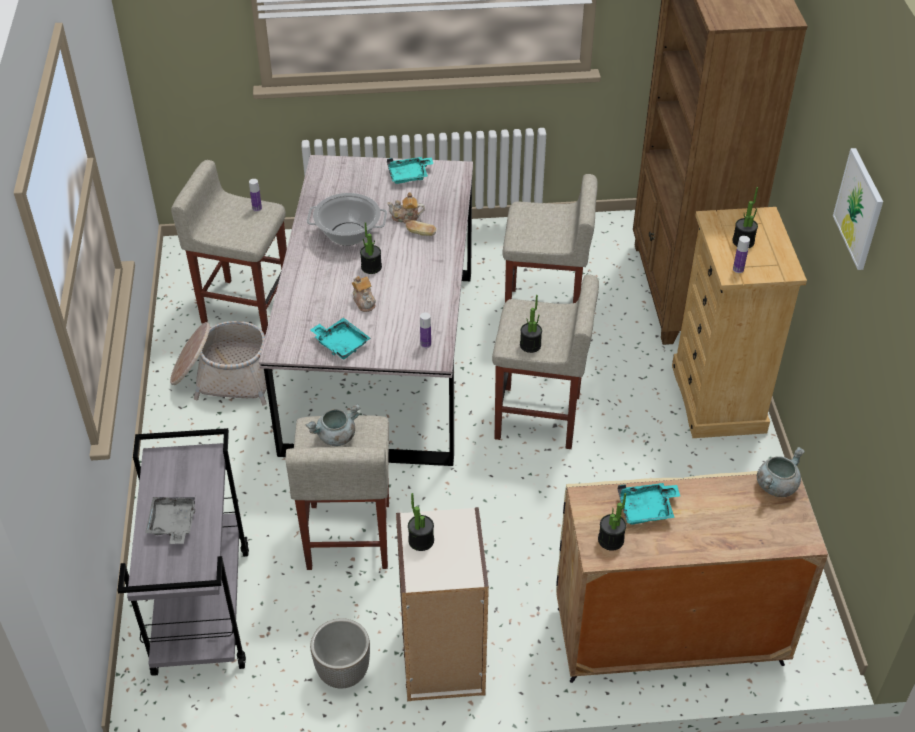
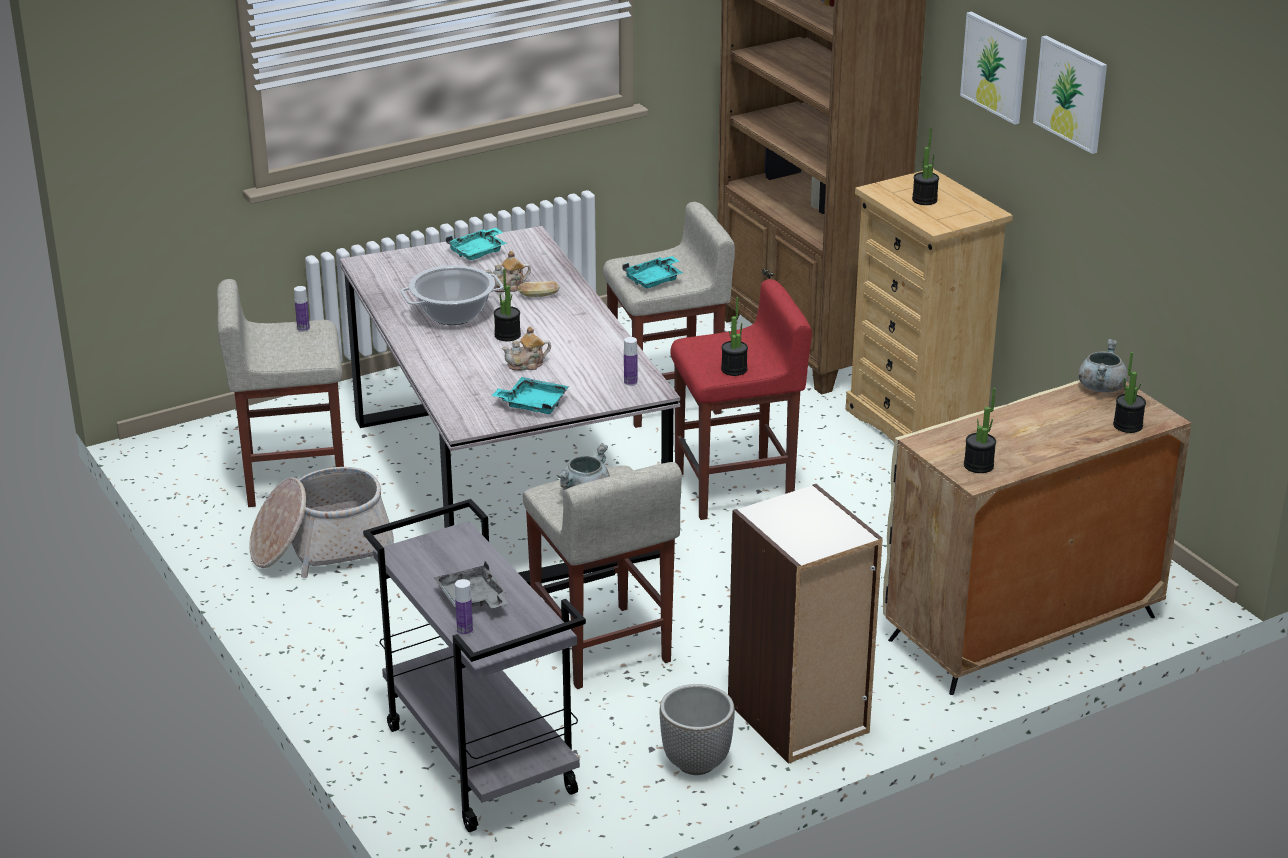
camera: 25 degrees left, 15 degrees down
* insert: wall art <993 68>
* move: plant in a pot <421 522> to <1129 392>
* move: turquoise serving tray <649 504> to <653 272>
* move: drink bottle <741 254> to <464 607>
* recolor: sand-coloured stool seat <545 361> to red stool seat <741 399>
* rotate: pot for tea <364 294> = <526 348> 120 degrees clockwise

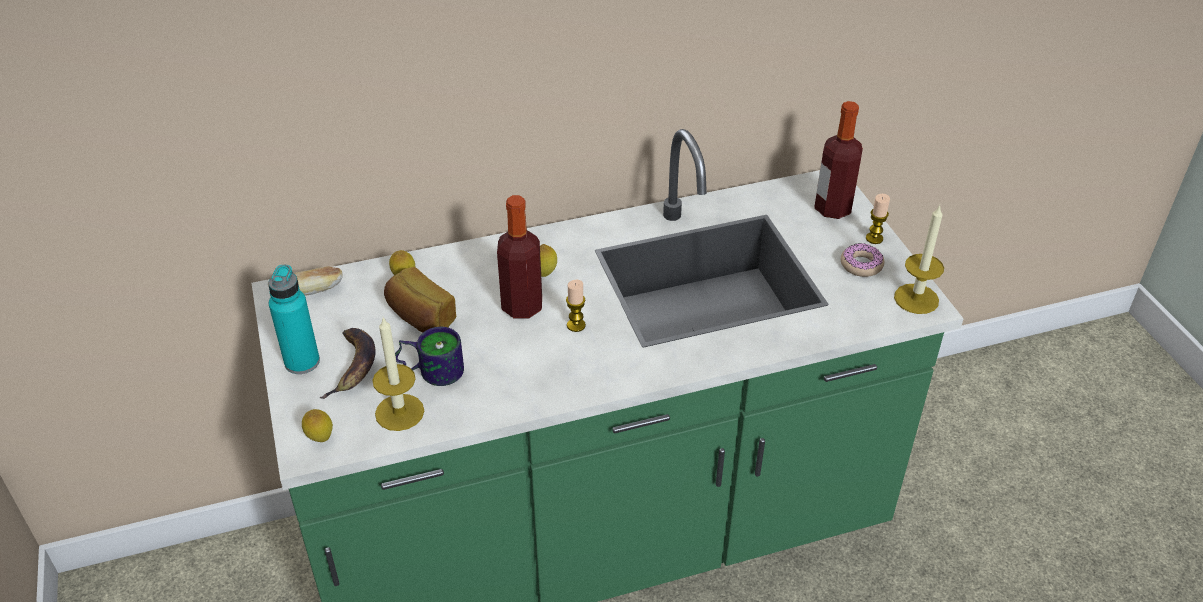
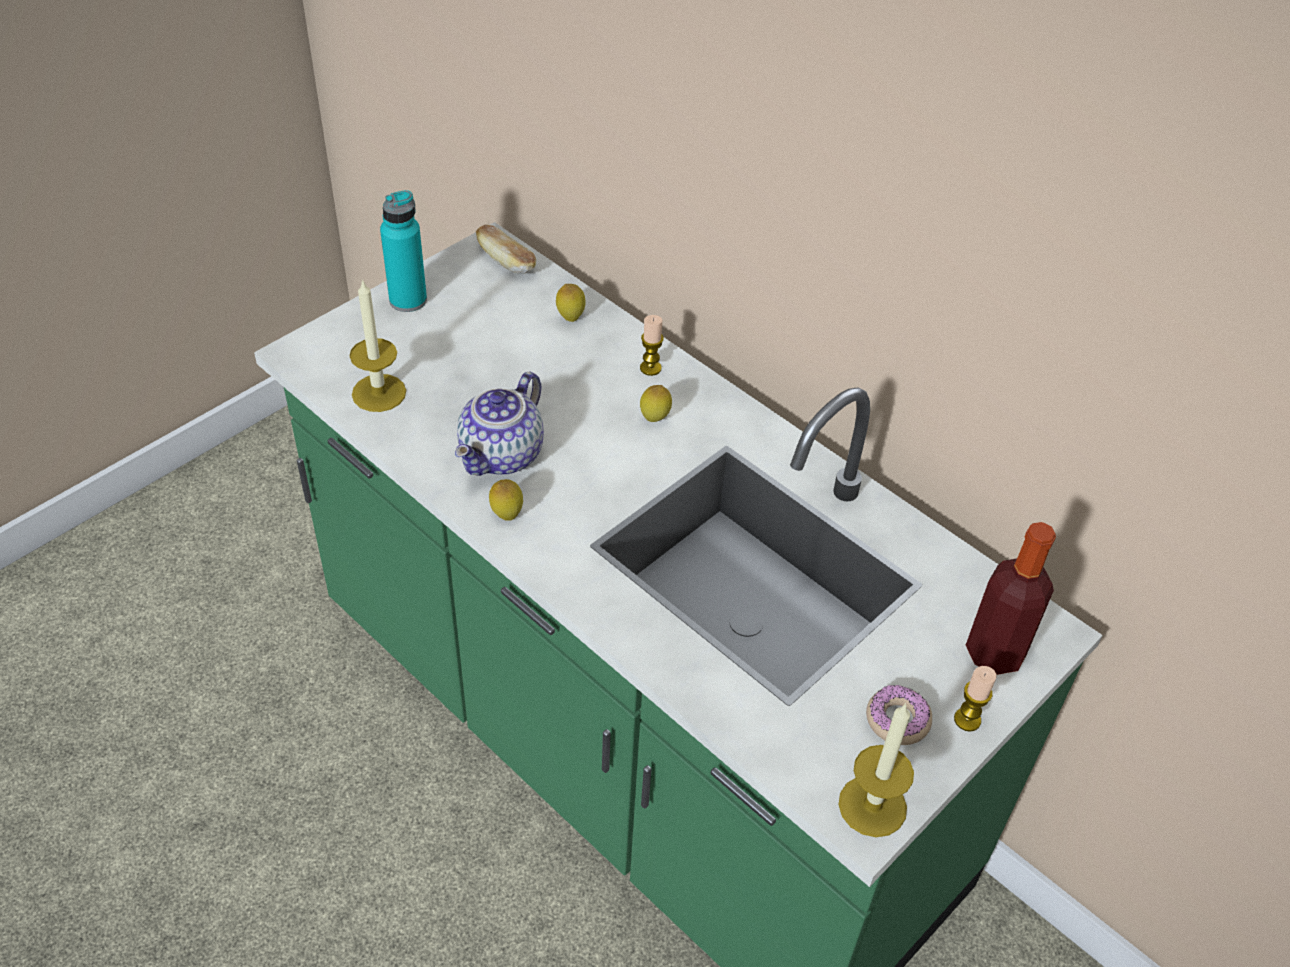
camera: 60 degrees right, 5 degrees up
* delete: whole banana <348 363>
* delete: bread <420 299>
* delete: mug <429 356>
* delete: drink bottle <519 256>
* insert: pot for tea <499 424>
* move: citrus fruit <317 425> to <506 500>
* move: wax light <576 306> to <652 345>

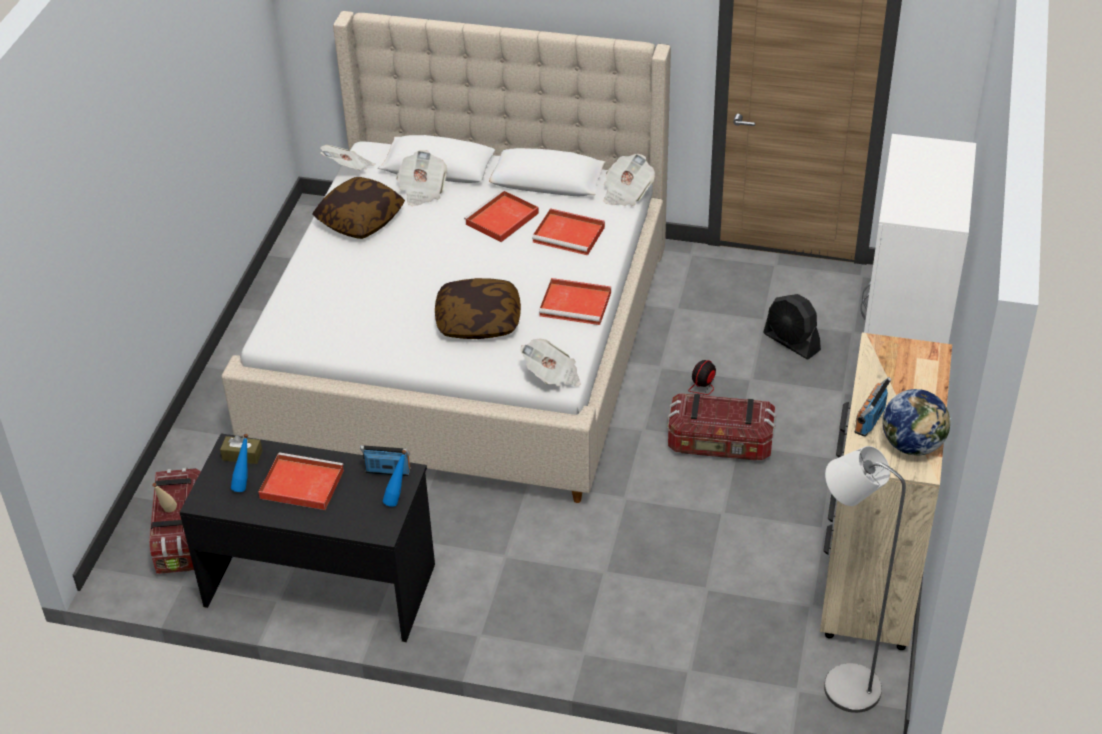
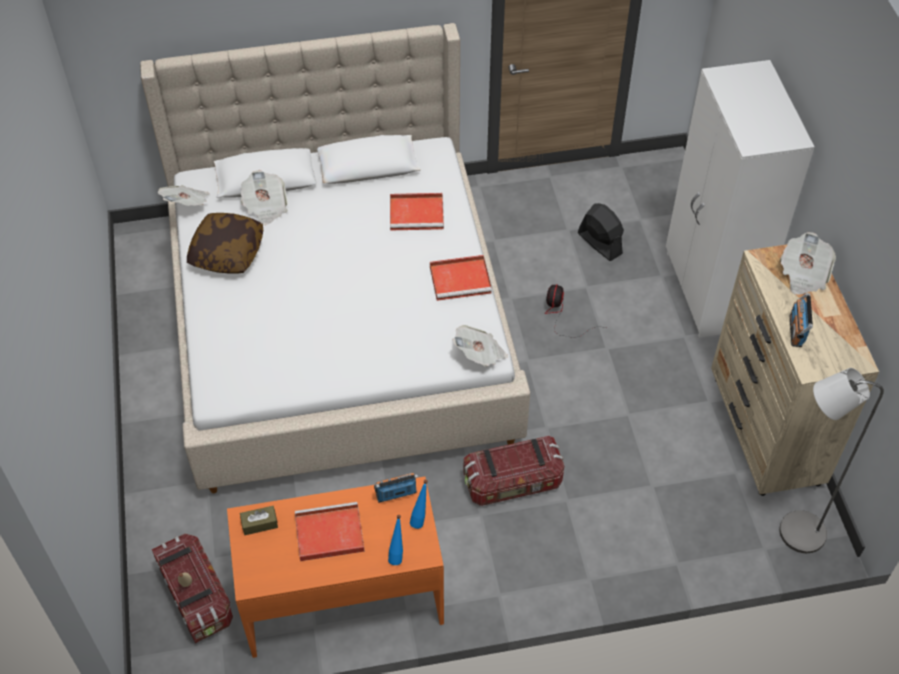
camera: 25 degrees left, 10 degrees up
* delete: pillow <478 308>
* delete: red serving tray <501 216>
* delete: world globe <916 422>
* move: bluish drink bottle <239 463> to <395 540>
* move: newspaper <629 180> to <808 263>
* move: storage box <721 427> to <513 471>
* recolor: blackish desk <307 537> to orange desk <335 567>
* rotate: blackish electric fan <792 326> = <601 232> 150 degrees counterclockwise

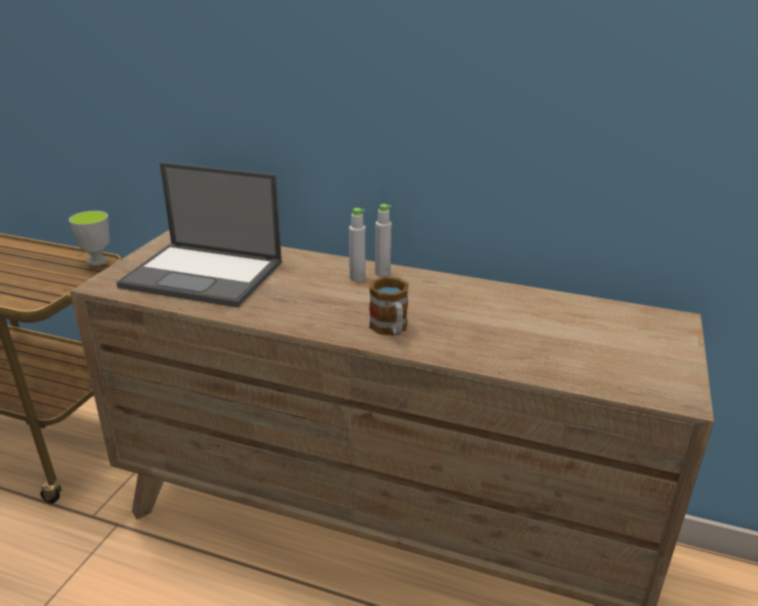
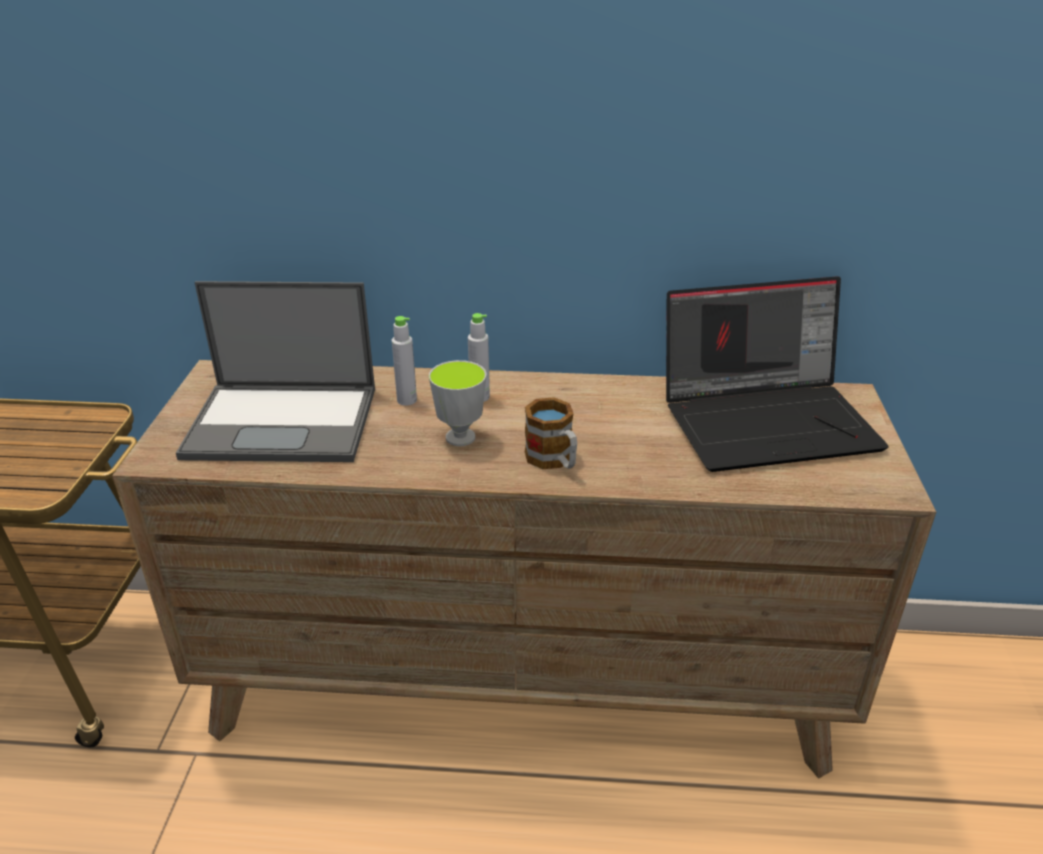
camera: 15 degrees left, 5 degrees up
* insert: notebook computer <777 374>
* move: small cup <89 238> to <458 403>
* move: greyish drink bottle <383 240> to <404 361>

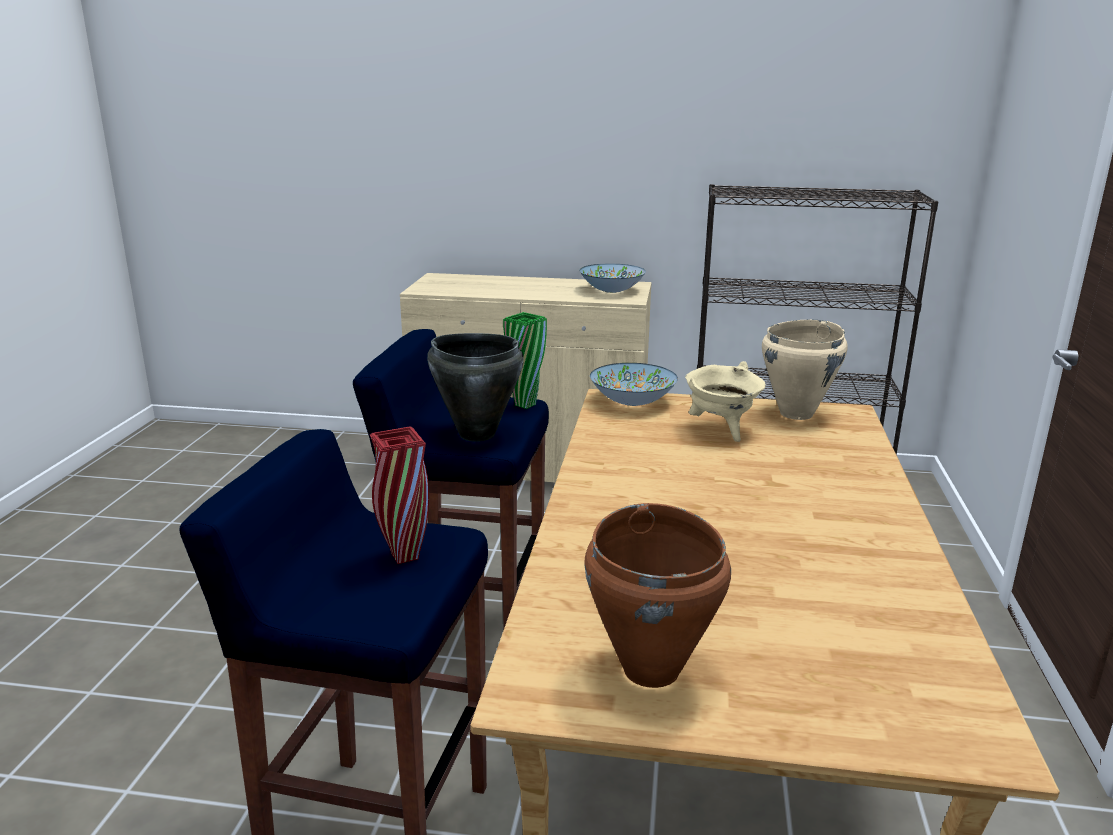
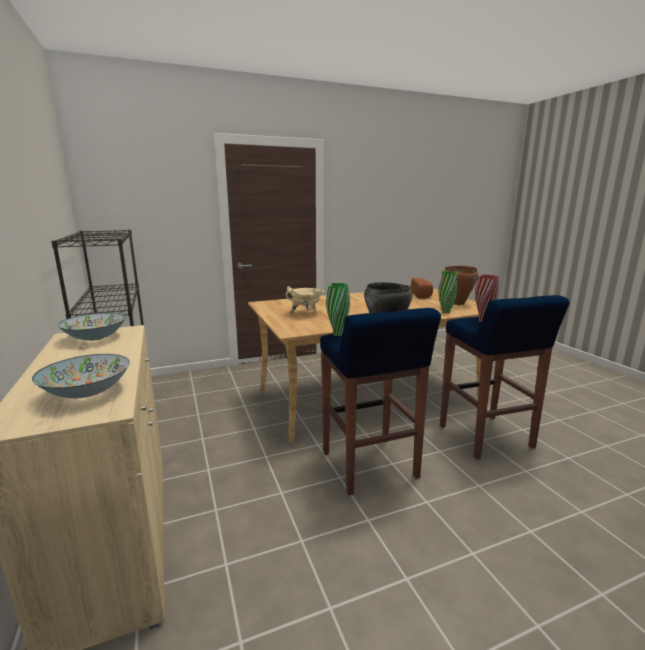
camera: 120 degrees left, 5 degrees down
* delete: sand-coloured stockpot <804 370>
* insert: bread <422 288>
* insert: green flower vase <448 292>
* move: serving bowl <634 384> to <81 376>

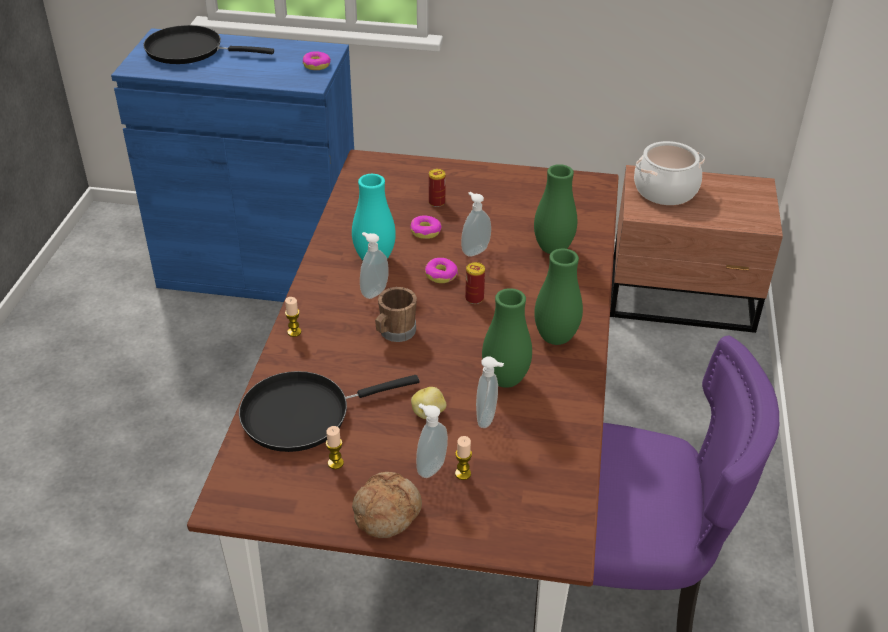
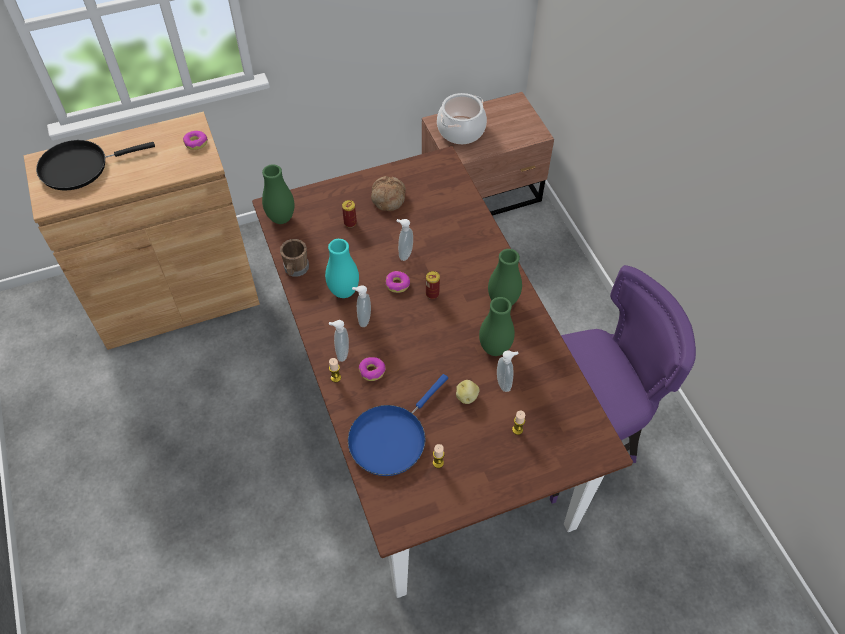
camera: 30 degrees left, 15 degrees up
* move: bread <387 505> to <388 193>
* move: brown-coloured mug <396 314> to <294 258>
* move: doughnut <426 227> to <372 369>
* move: liquid soap bottle <432 440> to <339 341>
* move: green flower vase <555 209> to <278 194>
* recolor: bluish cupboard <232 165> to brown-coloured cupboard <142 231>
* recolor: blackish skillet <329 411> to bluish skillet <398 425>

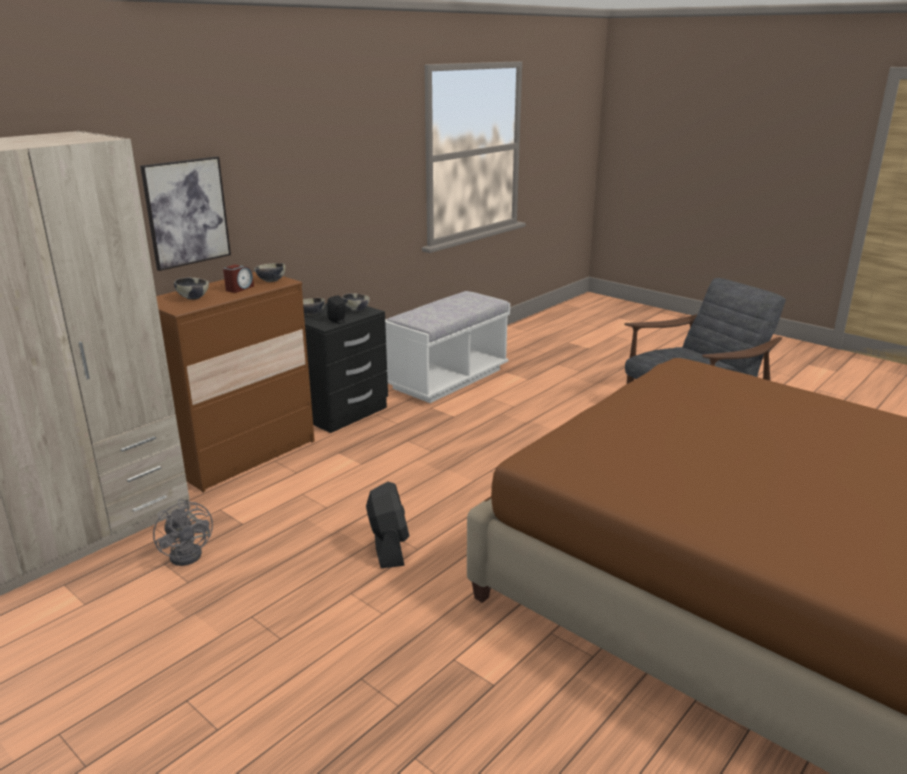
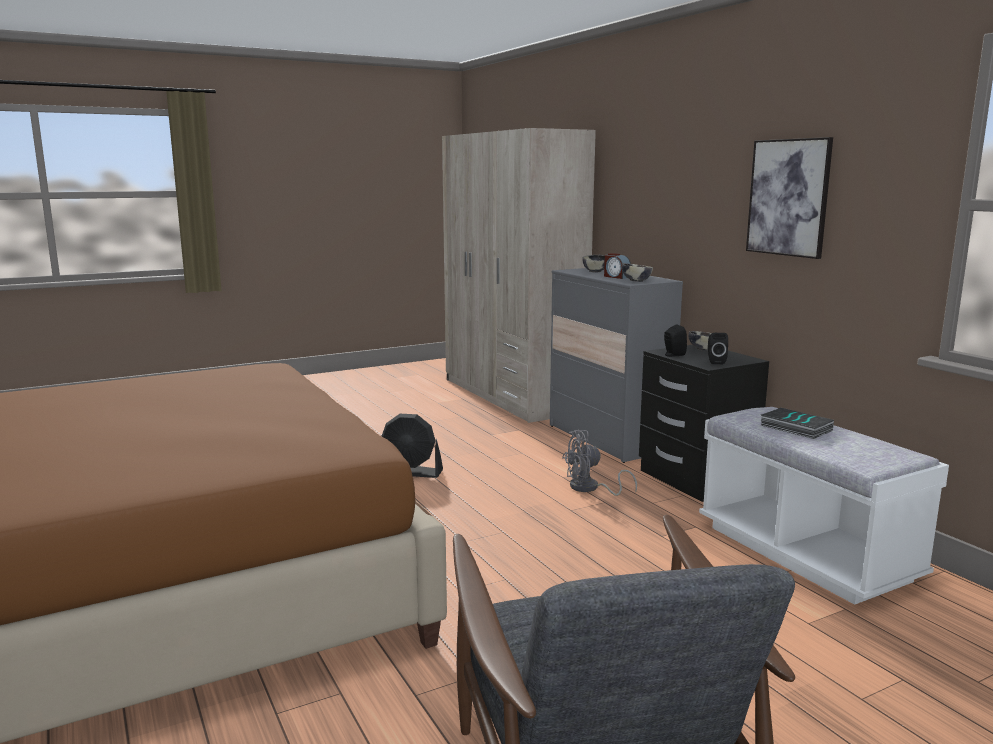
camera: 110 degrees right, 10 degrees down
* insert: volume <797 423>
* move: wall art <185 213> to <789 198>
* move: greyish electric fan <183 532> to <599 463>
* replace: serving bowl <356 302> to blackish speaker <718 348>
* recolor: brown-coloured drawer chest <235 382> to greyish drawer chest <616 365>

